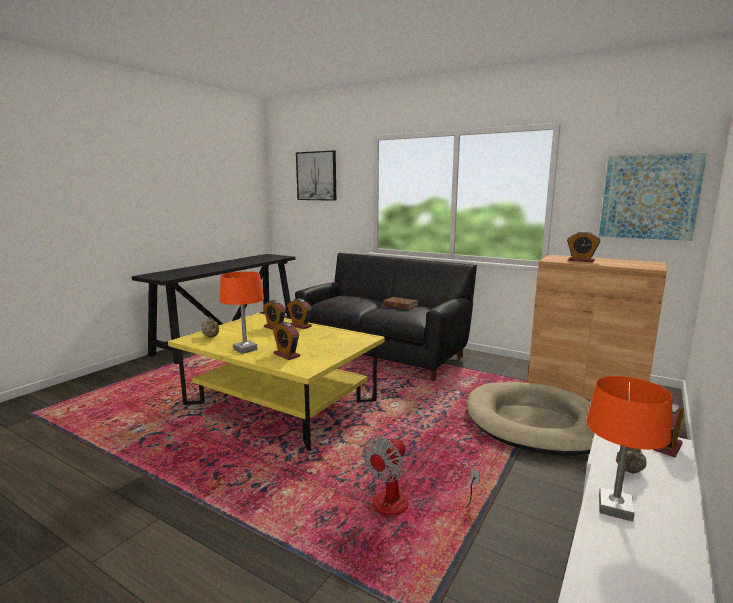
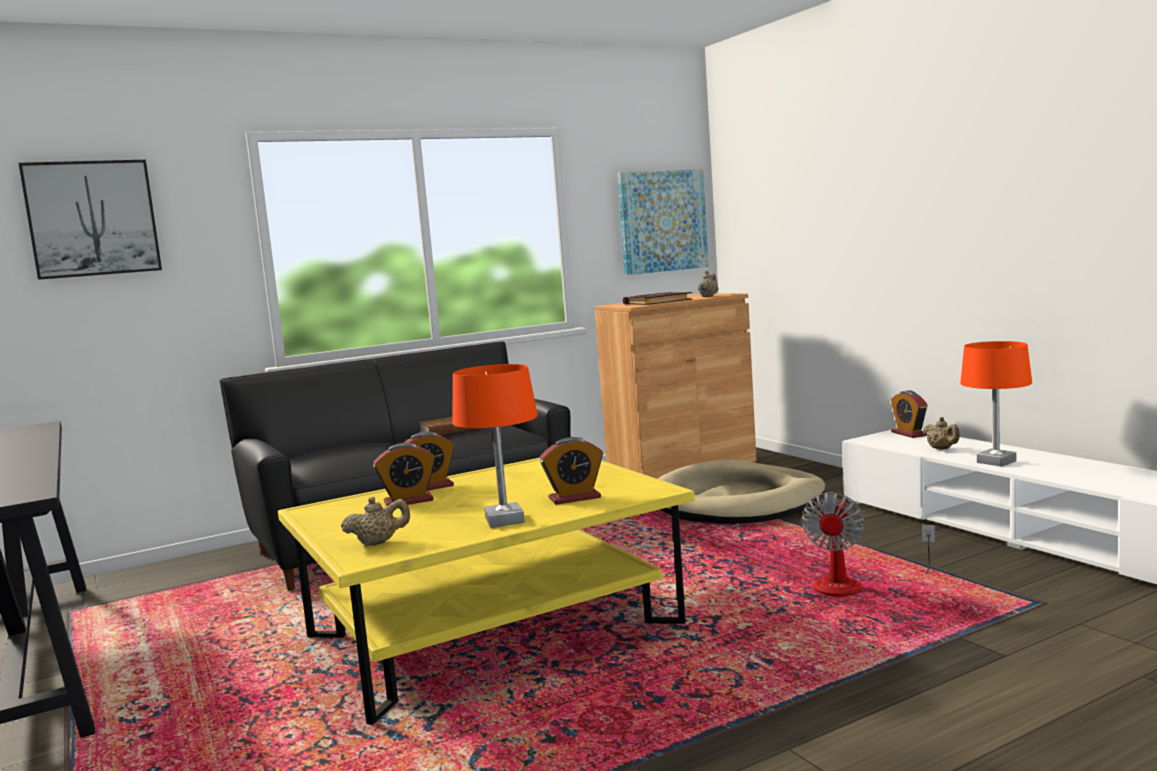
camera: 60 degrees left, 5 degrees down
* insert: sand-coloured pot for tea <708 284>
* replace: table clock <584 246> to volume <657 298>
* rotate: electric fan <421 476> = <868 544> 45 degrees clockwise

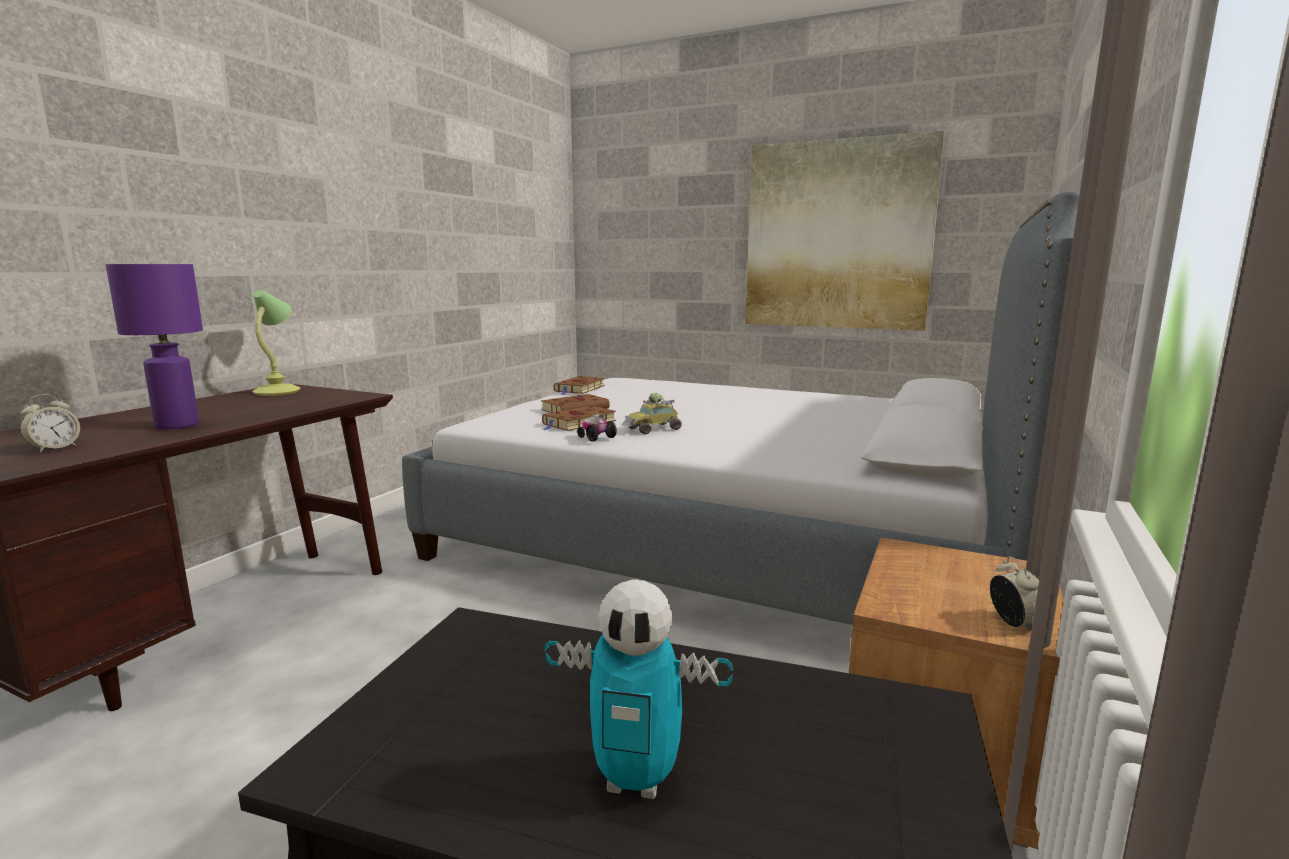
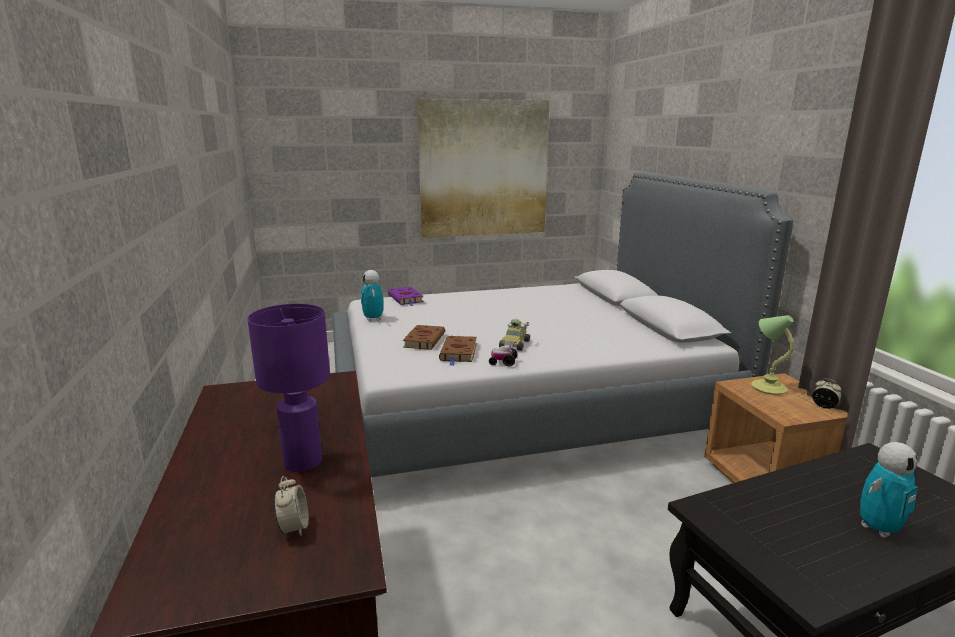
camera: 40 degrees left, 5 degrees up
* insert: purple volume <406 296>
* move: tabletop lamp <276 343> to <772 355>
* replace: brown-coloured volume <579 385> to robot figure <372 295>

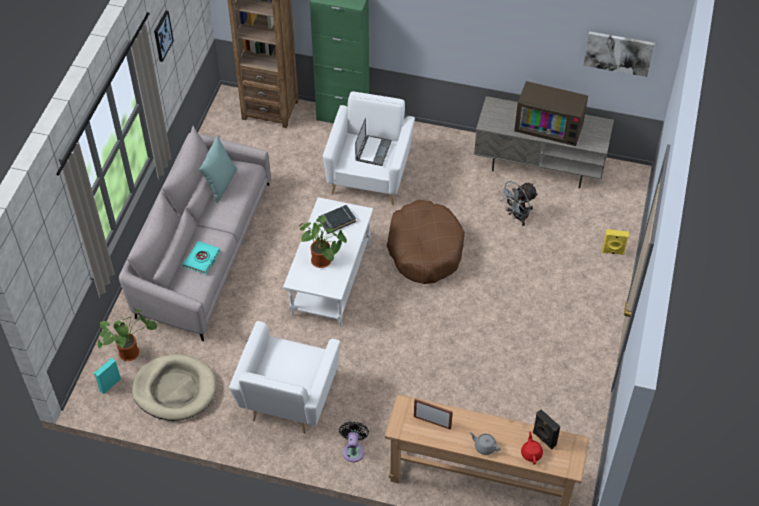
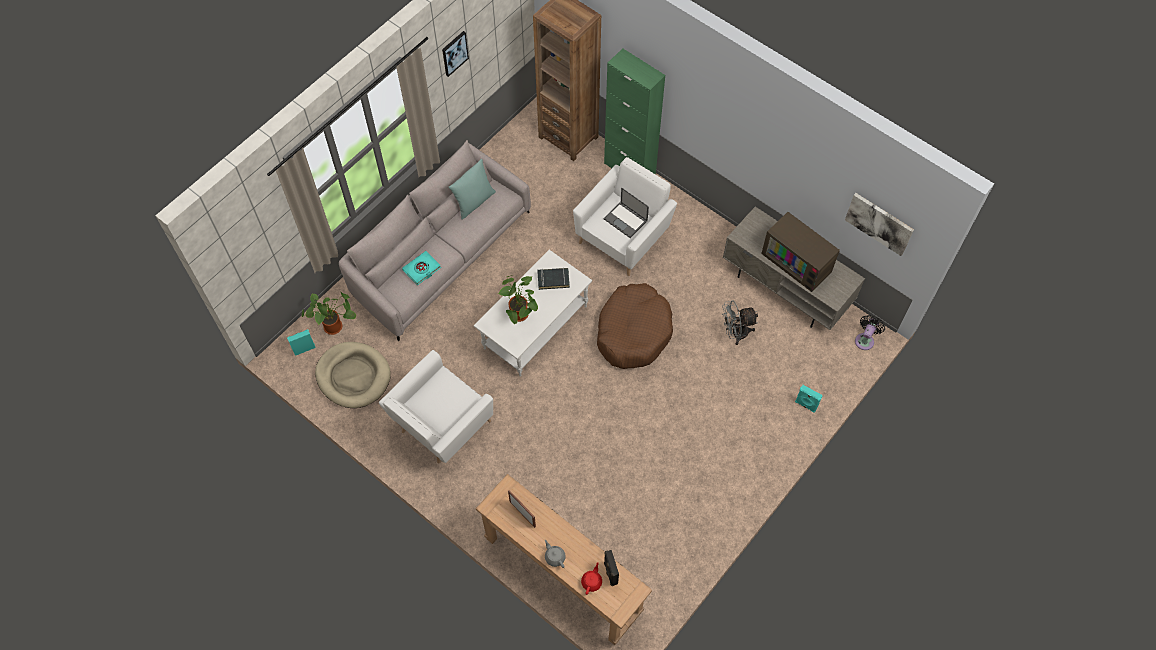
camera: 25 degrees right, 10 degrees up
* move: blackish electric fan <354 442> to <870 332>
* recolor: yellow-coloured speaker <615 242> to turquoise speaker <809 399>
* rotate: notebook computer <373 142> = <626 213> 90 degrees clockwise

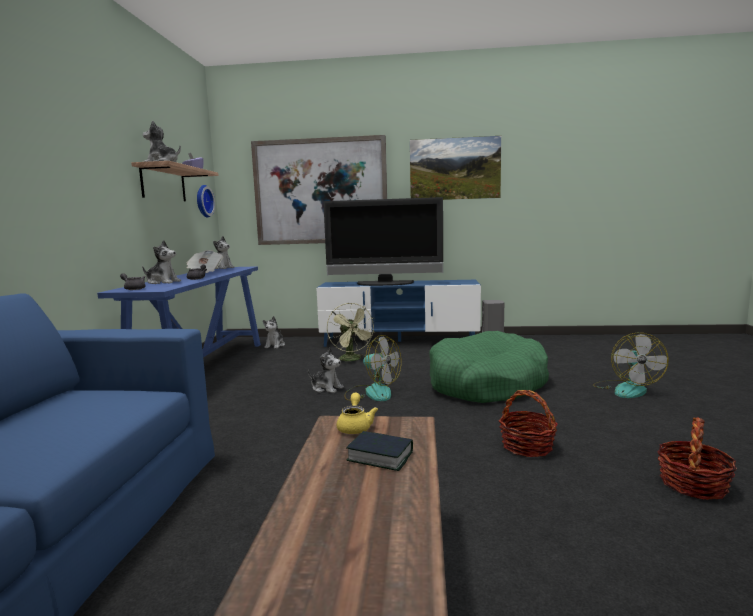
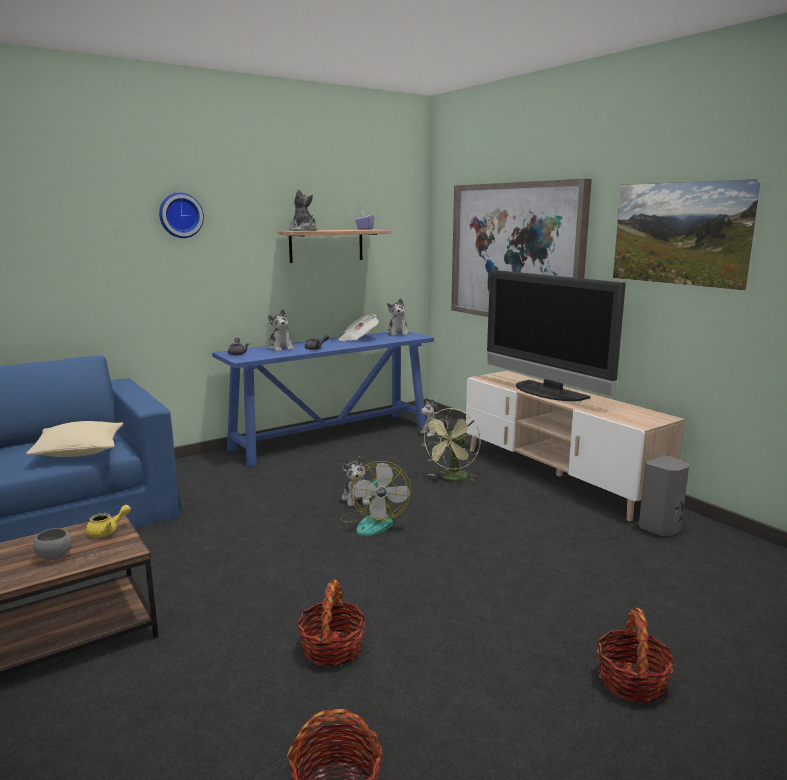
camera: 50 degrees right, 5 degrees up
* delete: green dog bed <489 367>
* insert: sand-coloured pillow <74 439>
* move: clock on the wall <206 201> to <181 215>
* replace: volume <379 451> to greyish serving bowl <52 544>
* replace: electric fan <631 365> to storage basket <636 655>
* recolor: bluish media console <399 313> to sand-coloured media console <575 446>

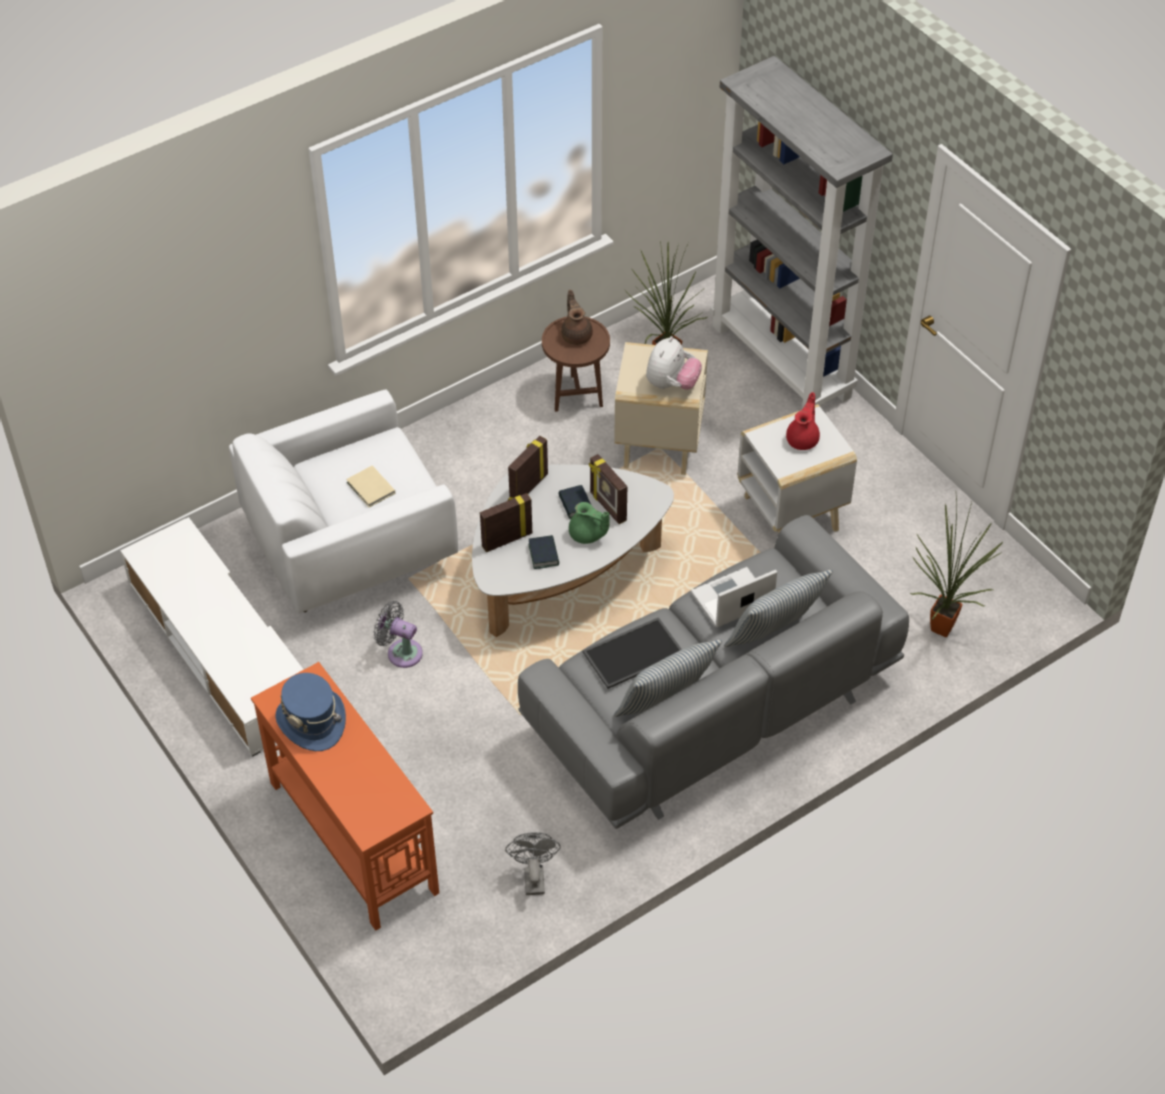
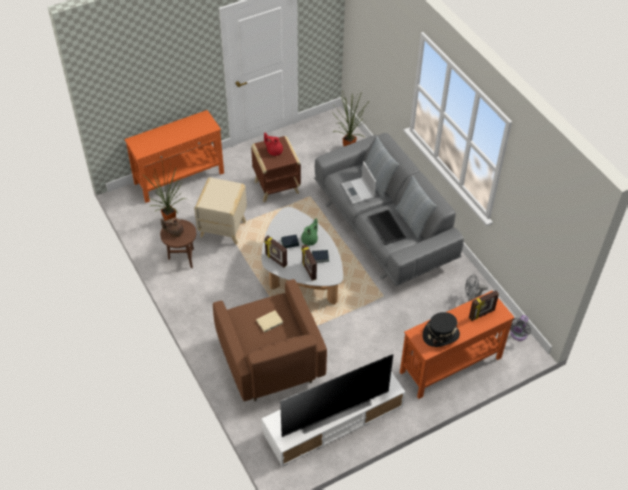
camera: 85 degrees left, 0 degrees up
* delete: soft toy <674 363>
* insert: TV set <336 395>
* move: greyish electric fan <398 634> to <520 328>
* move: picture frame <608 489> to <484 305>
* replace: greyish bookcase <801 232> to orange narrow table <174 156>
* recolor: white-coloured armchair <343 501> to brown-coloured armchair <270 340>
* recolor: bluish clothing hat <310 712> to blackish clothing hat <441 329>
* recolor: white-coloured side table <797 468> to brown-coloured side table <276 169>

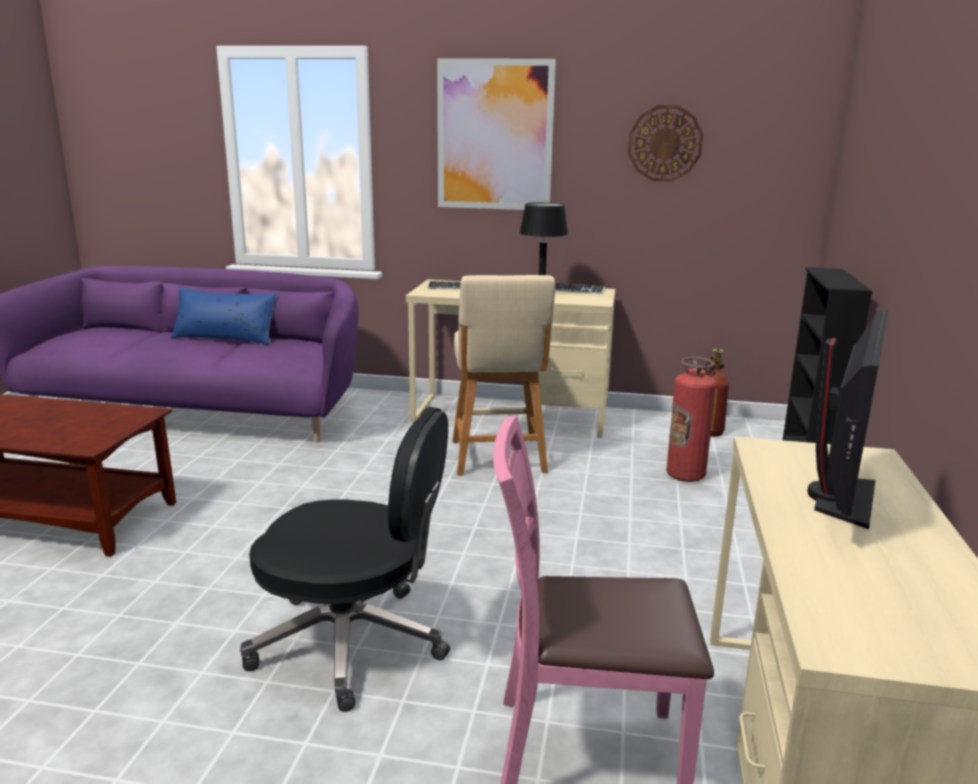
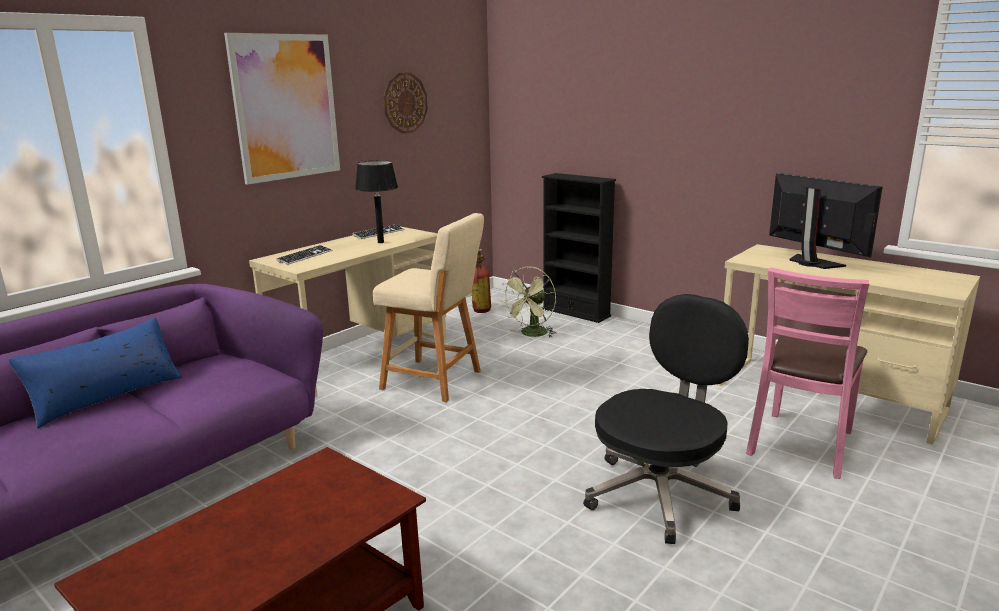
camera: 60 degrees left, 0 degrees up
* replace: extinguisher <691 419> to green electric fan <528 302>

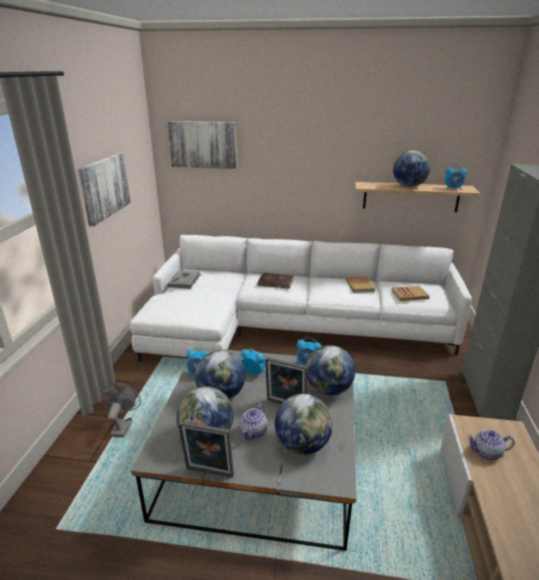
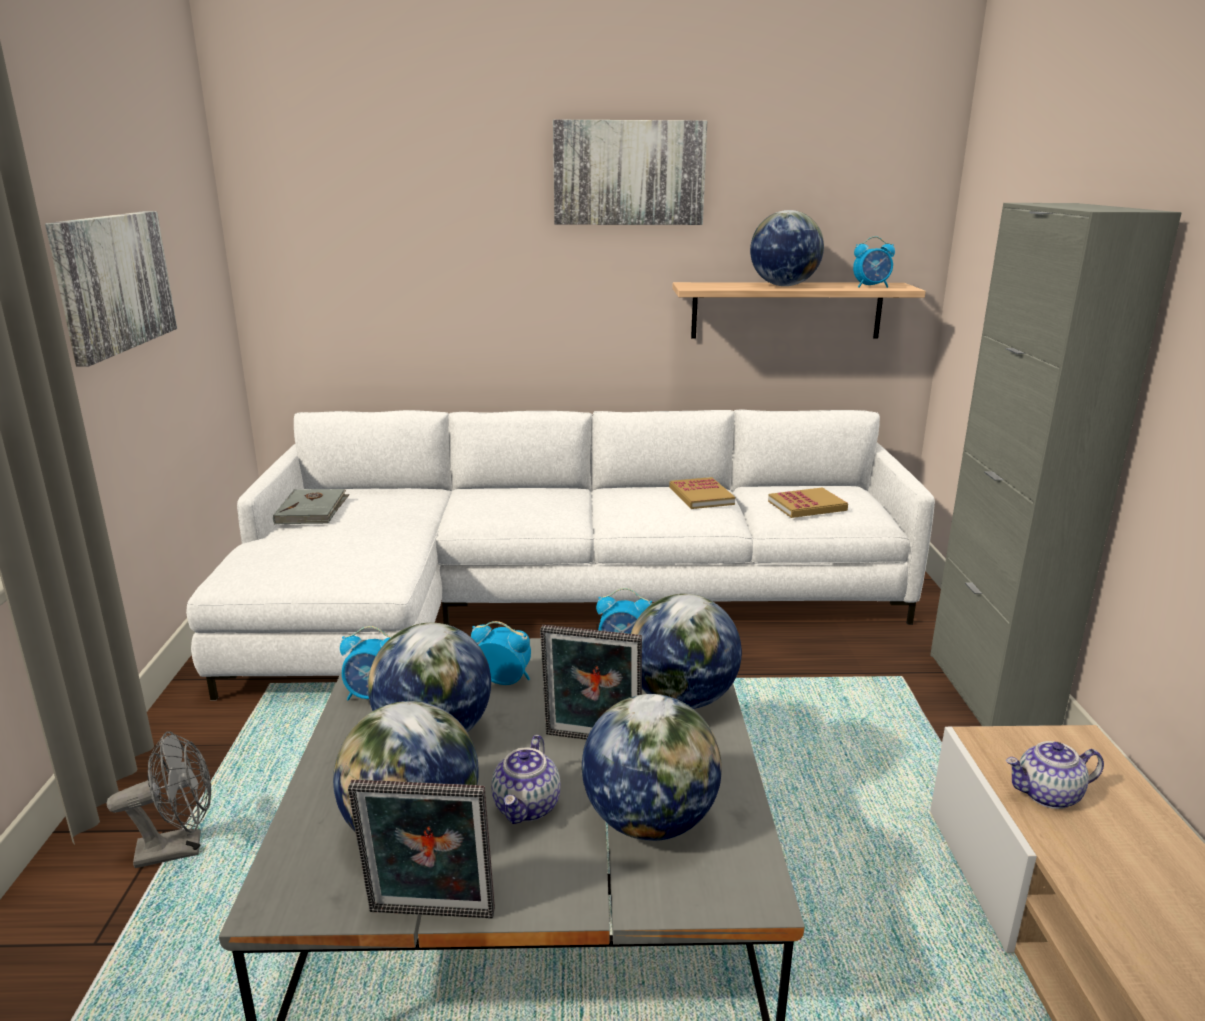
camera: 10 degrees left, 5 degrees down
* delete: brown-coloured volume <275 280>
* move: wall art <202 145> to <630 172>
* rotate: greyish electric fan <120 410> = <159 799> 75 degrees clockwise

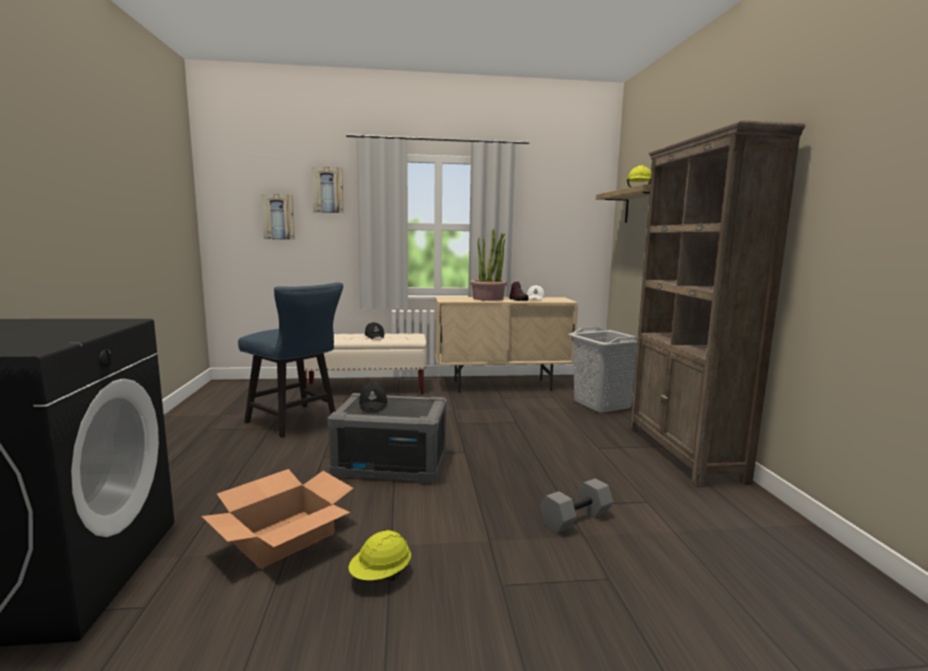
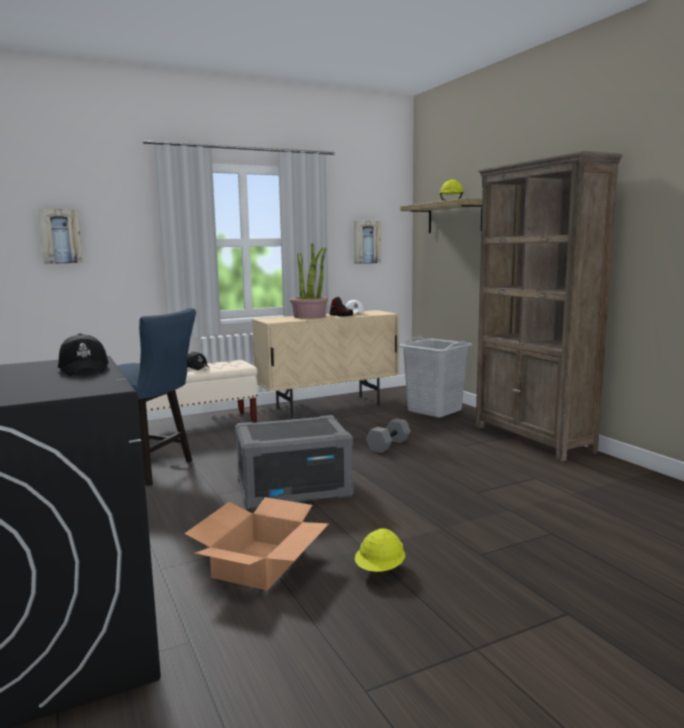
camera: 20 degrees left, 0 degrees up
* move: wall art <327 189> to <367 242>
* move: blackish cap <373 397> to <83 354>
* move: greyish free weight <576 505> to <388 435>

